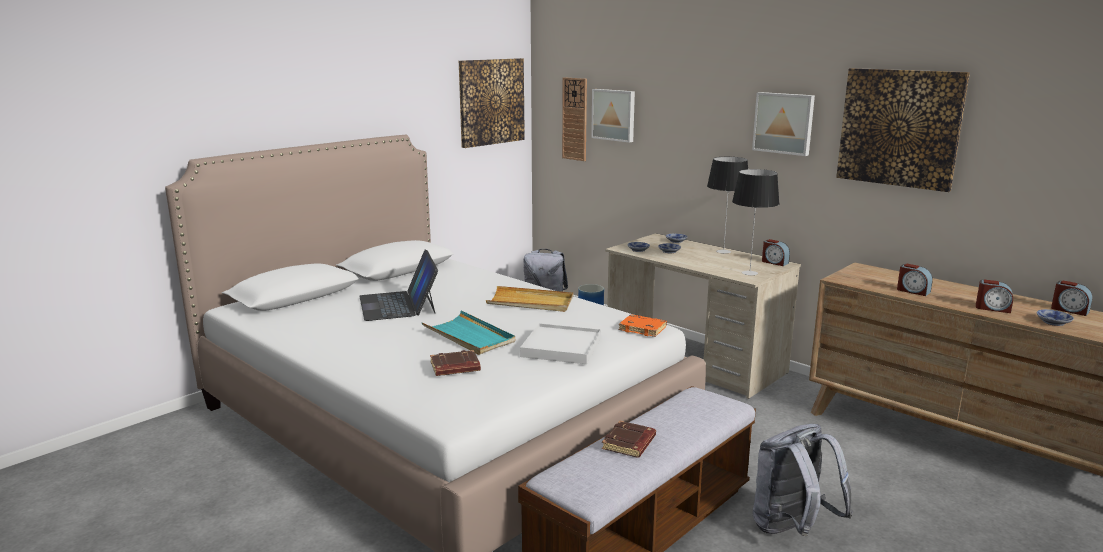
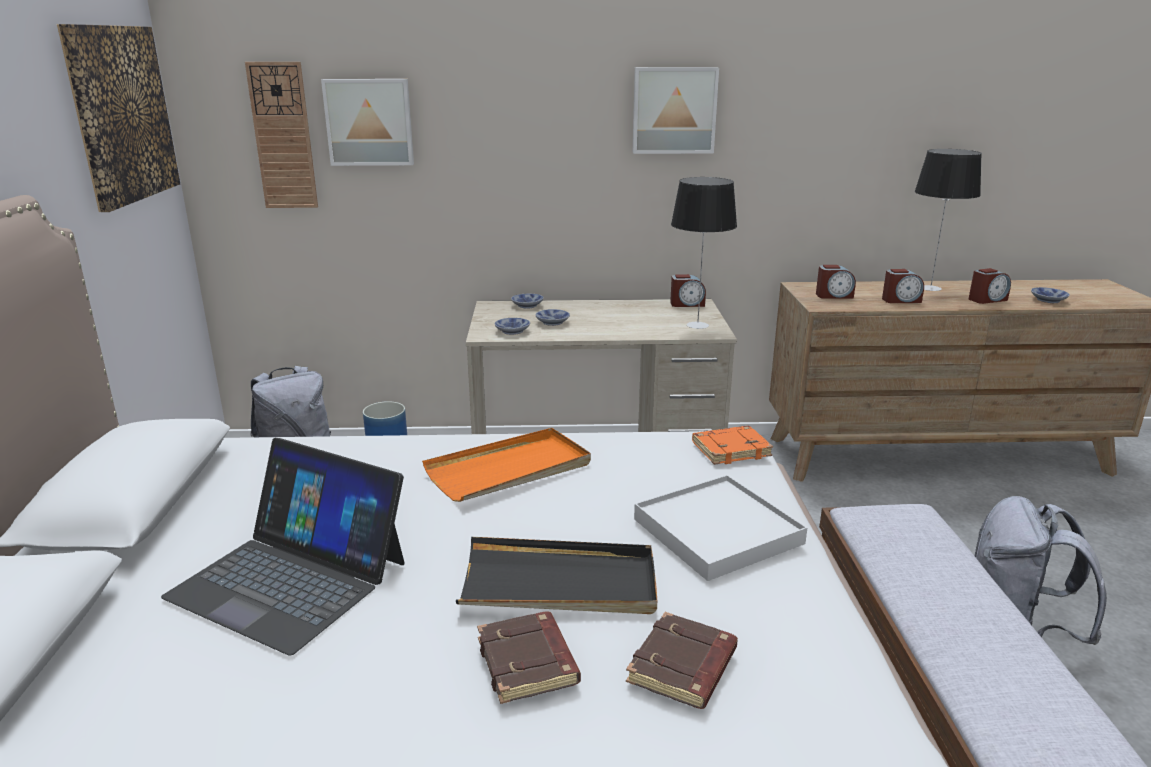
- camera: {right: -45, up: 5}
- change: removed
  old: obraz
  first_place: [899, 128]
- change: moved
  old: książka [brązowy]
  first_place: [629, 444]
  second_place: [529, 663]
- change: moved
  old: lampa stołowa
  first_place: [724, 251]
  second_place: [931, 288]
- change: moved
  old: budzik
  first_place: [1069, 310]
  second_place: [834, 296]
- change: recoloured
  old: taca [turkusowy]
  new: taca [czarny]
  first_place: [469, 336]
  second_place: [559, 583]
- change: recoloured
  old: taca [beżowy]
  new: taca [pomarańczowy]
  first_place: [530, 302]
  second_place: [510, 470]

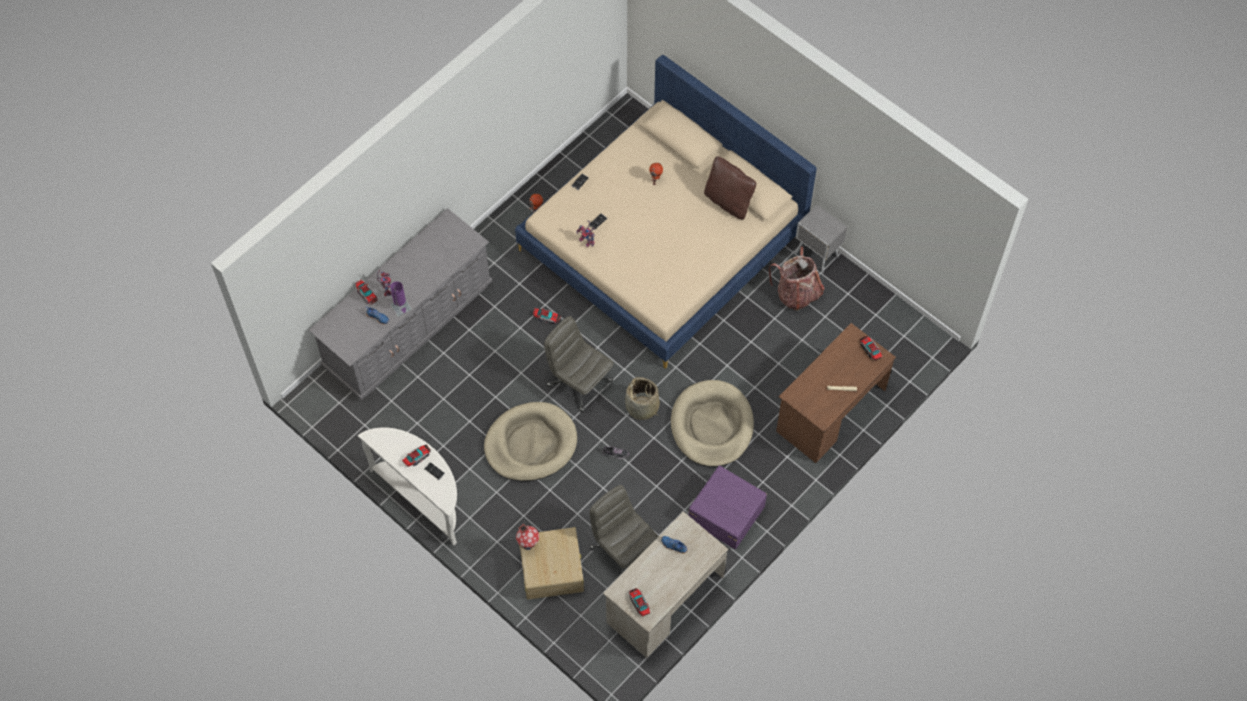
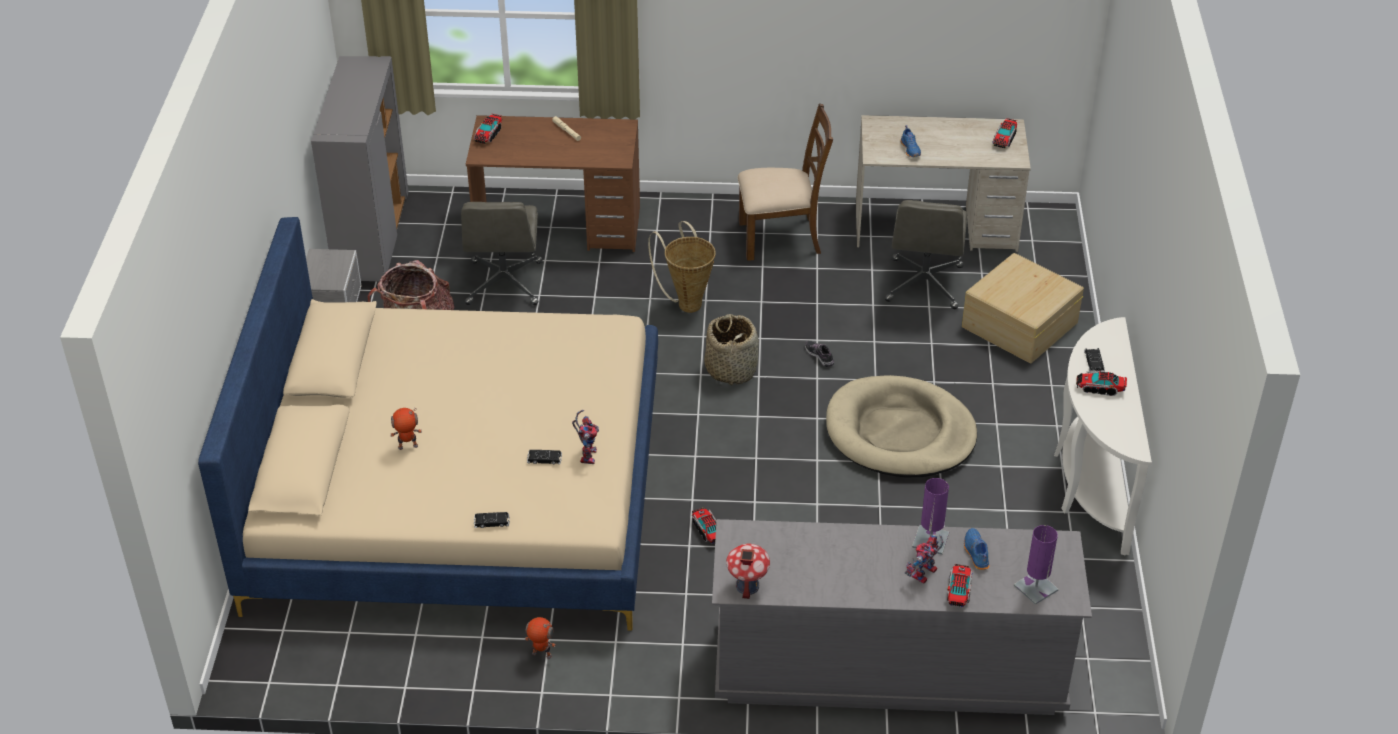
- camera: {right: -130, up: -20}
- change: removed
  old: poduszka [brązowy]
  first_place: [728, 201]
- change: added
  new: szafka [szary]
  second_place: [371, 237]
- change: added
  new: lampa stołowa [fioletowy]
  second_place: [1035, 588]
- change: moved
  old: domek
  first_place: [528, 544]
  second_place: [747, 586]
- change: moved
  old: krzesło biurowe [szary]
  first_place: [579, 383]
  second_place: [504, 284]
- change: replaced
  old: legowisko [beżowy]
  new: koszyk
  first_place: [712, 426]
  second_place: [687, 302]
- change: replaced
  old: pojemnik do przechowywania [fioletowy]
  new: krzesło [brązowy]
  first_place: [726, 512]
  second_place: [781, 238]

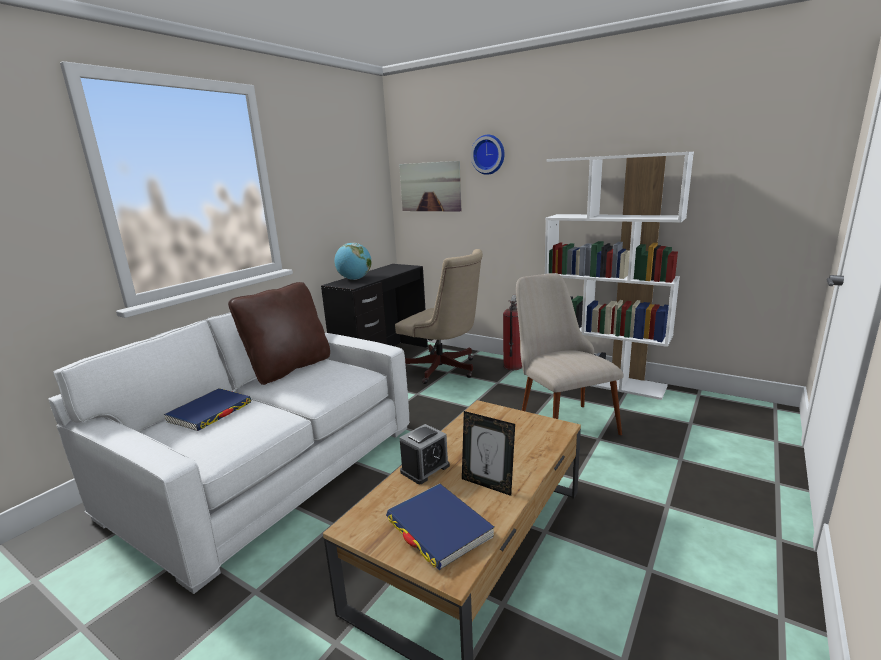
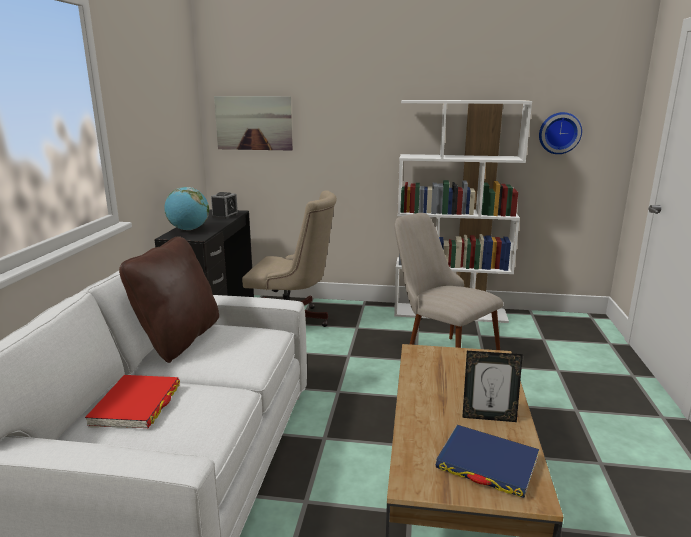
- camera: {right: -25, up: 0}
- change: removed
  old: gaśnica
  first_place: [512, 366]
- change: moved
  old: budzik
  first_place: [425, 469]
  second_place: [225, 215]
- change: moved
  old: zegar ścienny
  first_place: [488, 154]
  second_place: [559, 133]
- change: recoloured
  old: książka [niebieski]
  new: książka [czerwony]
  first_place: [210, 412]
  second_place: [136, 405]

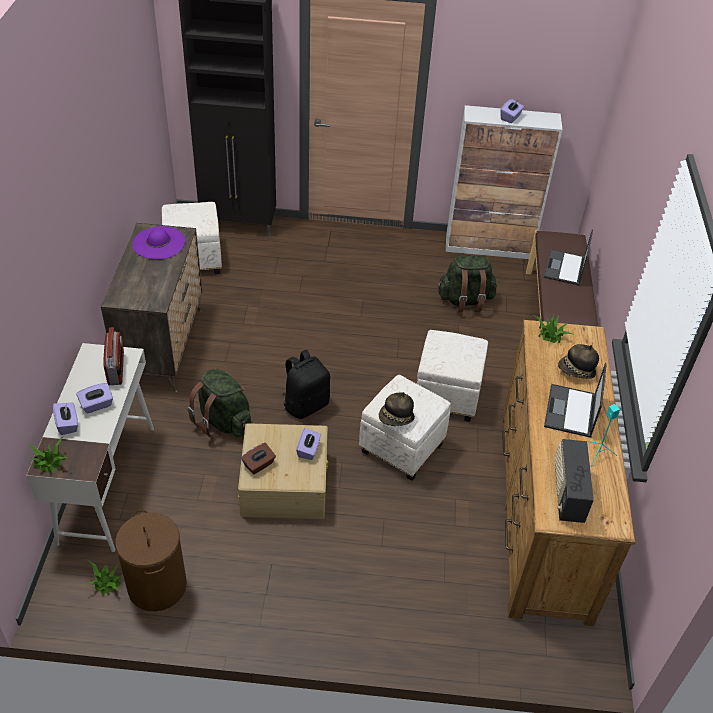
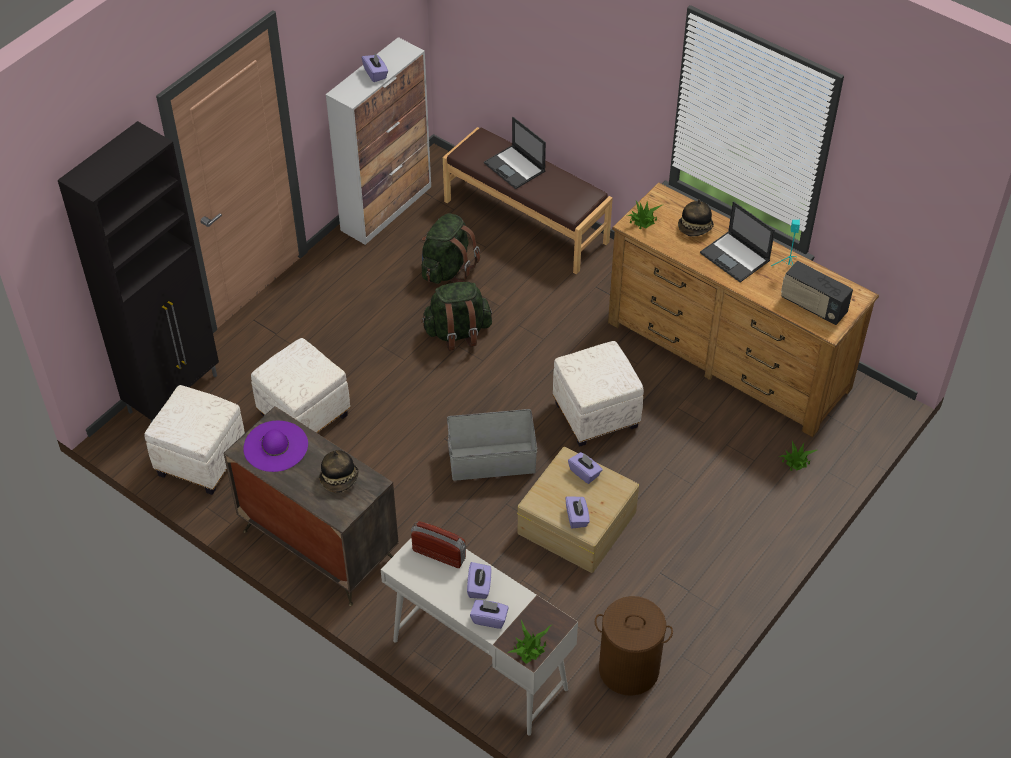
- camera: {right: -55, up: 5}
- change: moved
  old: roślina doniczkowa
  first_place: [106, 582]
  second_place: [795, 461]
- change: moved
  old: plecak [zielony]
  first_place: [223, 422]
  second_place: [457, 332]
- change: moved
  old: kapelusz
  first_place: [396, 418]
  second_place: [340, 479]
- change: moved
  old: pufa [biały]
  first_place: [447, 397]
  second_place: [305, 415]
- change: replaced
  old: plecak [czarny]
  new: pojemnik do przechowywania [szary]
  first_place: [306, 404]
  second_place: [491, 460]
- change: recoloured
  old: pudełko chusteczek [brązowy]
  new: pudełko chusteczek [fioletowy]
  first_place: [259, 465]
  second_place: [577, 517]

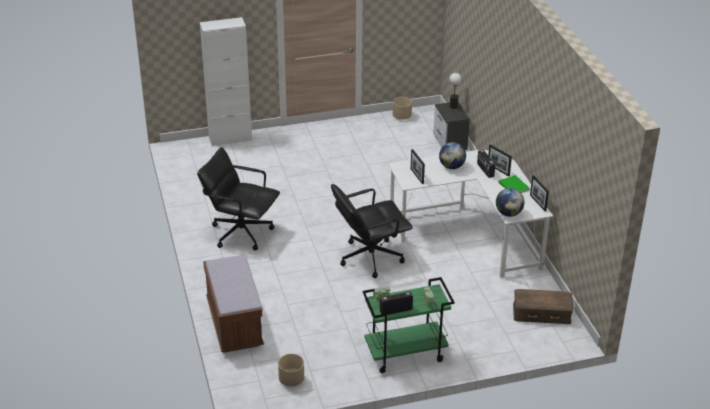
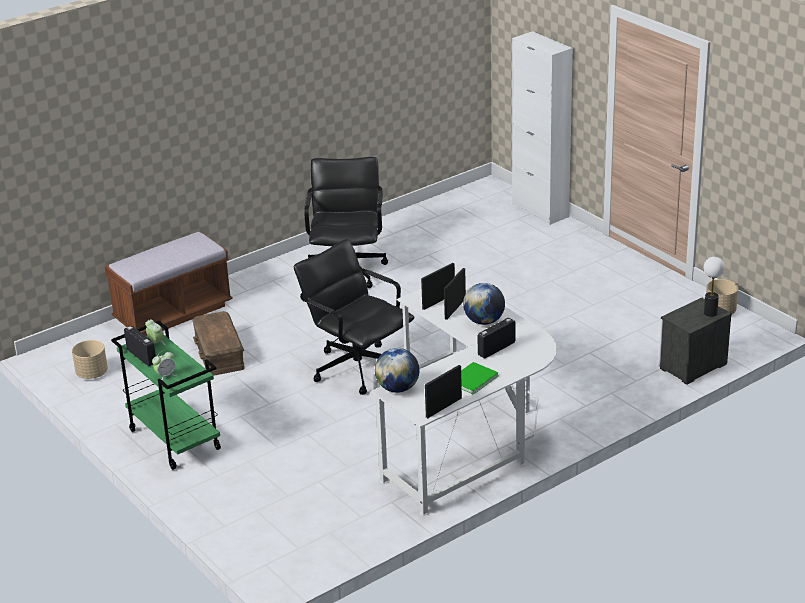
- camera: {right: 70, up: -5}
- change: moved
  old: ramka na zdjęcie
  first_place: [498, 170]
  second_place: [455, 309]
- change: moved
  old: pojemnik do przechowywania [brązowy]
  first_place: [541, 313]
  second_place: [218, 353]

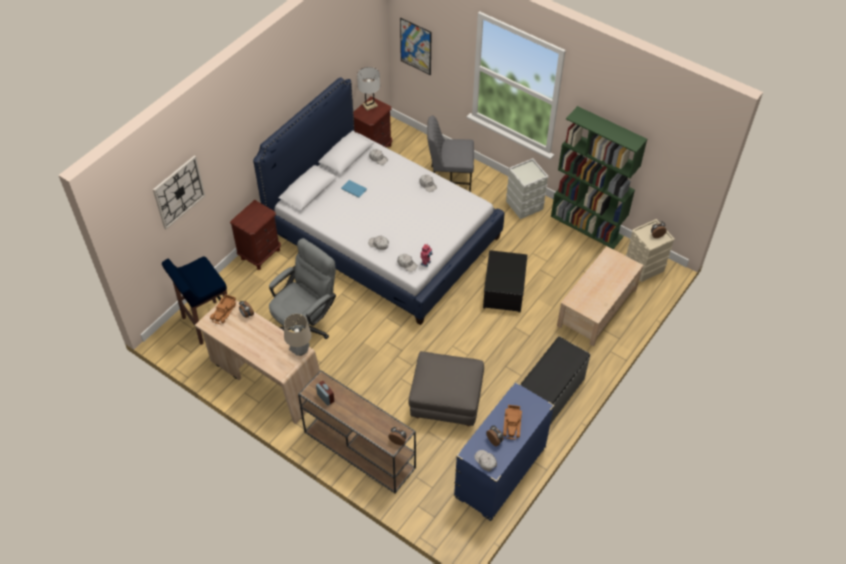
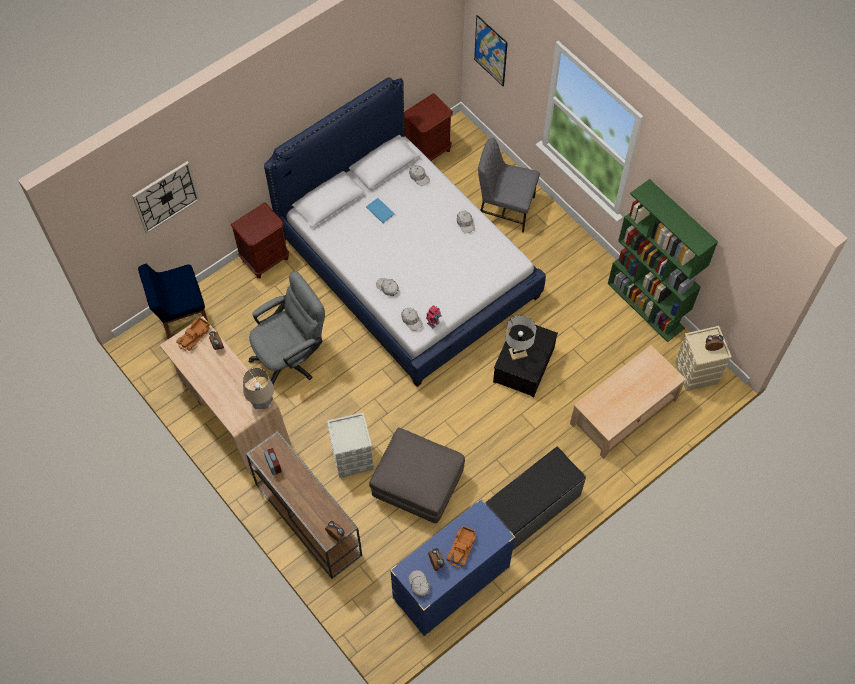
- camera: {right: 15, up: 10}
- change: moved
  old: lampa stołowa [biały]
  first_place: [370, 105]
  second_place: [518, 353]
- change: moved
  old: pojemnik do przechowywania [szary]
  first_place: [524, 205]
  second_place: [352, 457]

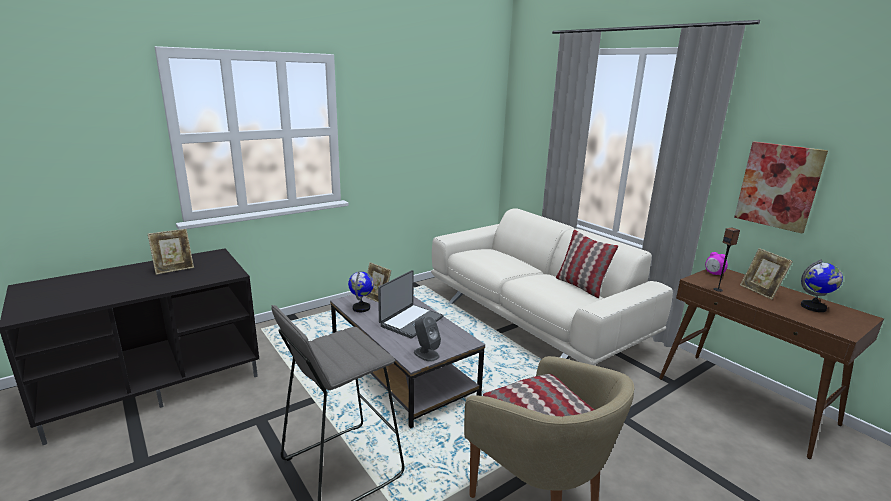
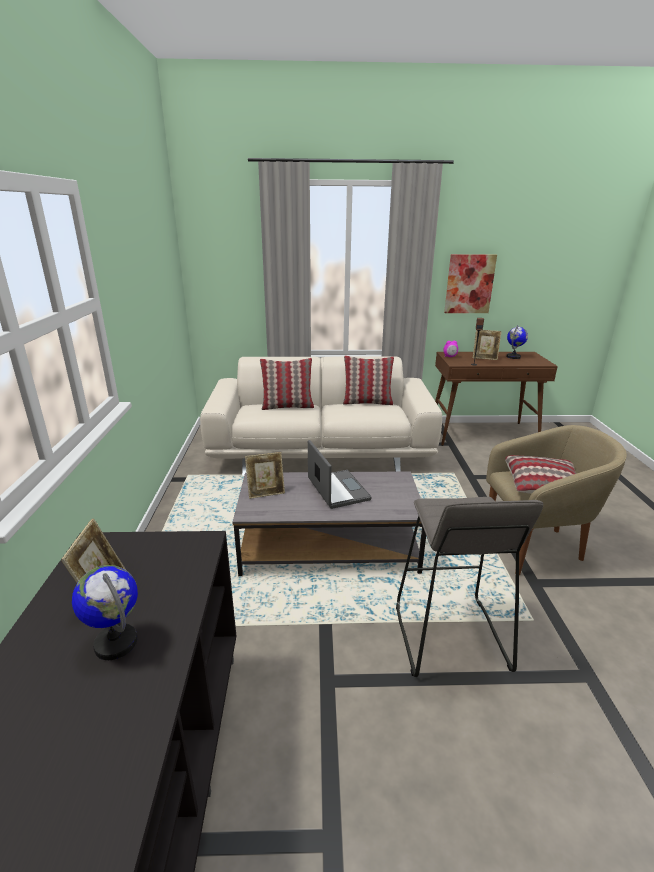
- camera: {right: -55, up: 5}
- change: removed
  old: głośnik [szary]
  first_place: [426, 354]
- change: added
  new: poduszka
  second_place: [287, 406]
- change: moved
  old: globus
  first_place: [361, 308]
  second_place: [116, 642]

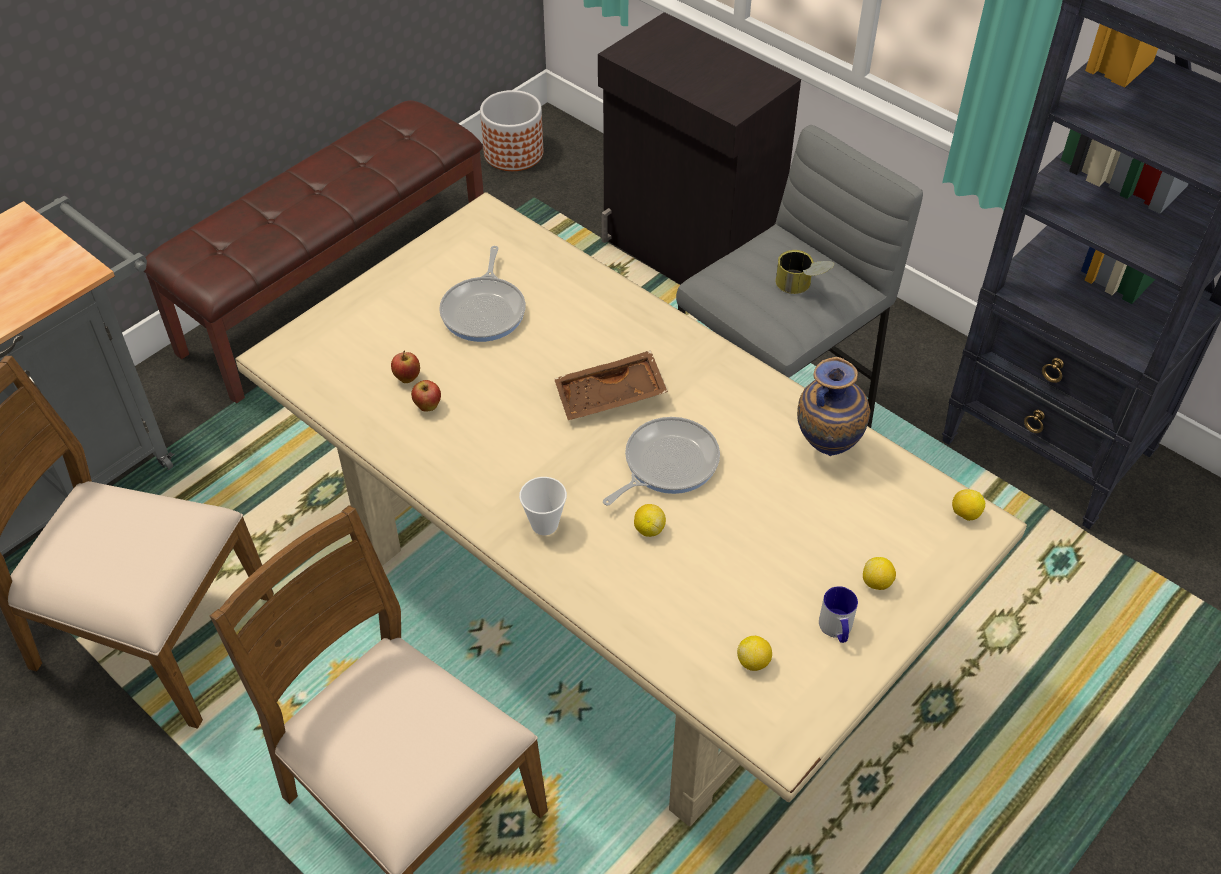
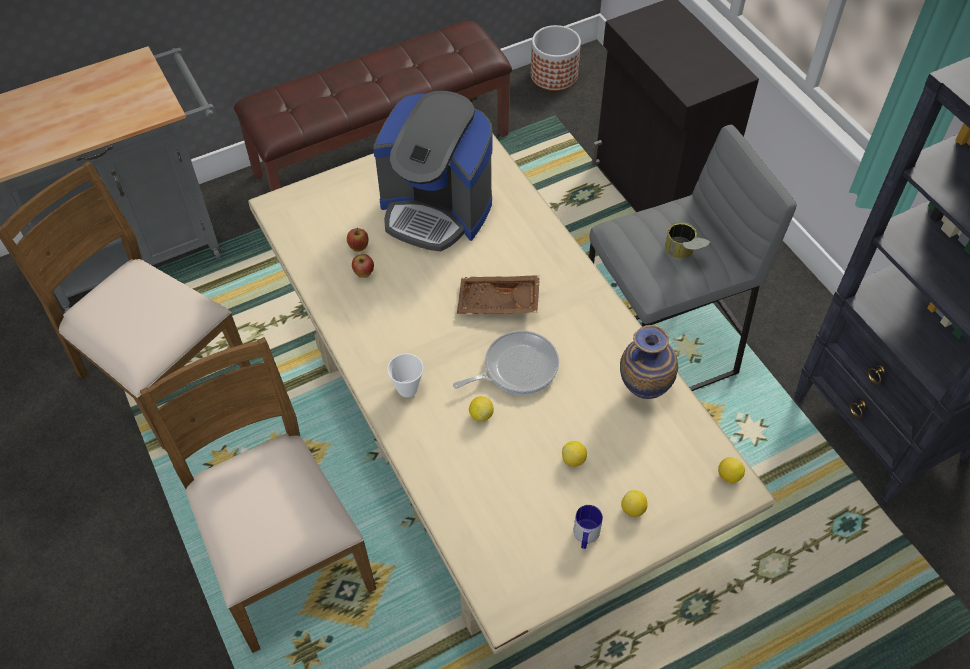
- camera: {right: 20, up: 5}
- change: moved
  old: cytryna
  first_place: [753, 662]
  second_place: [573, 460]
- change: replaced
  old: patelnia
  new: ekspres do kawy
  first_place: [485, 310]
  second_place: [436, 209]

